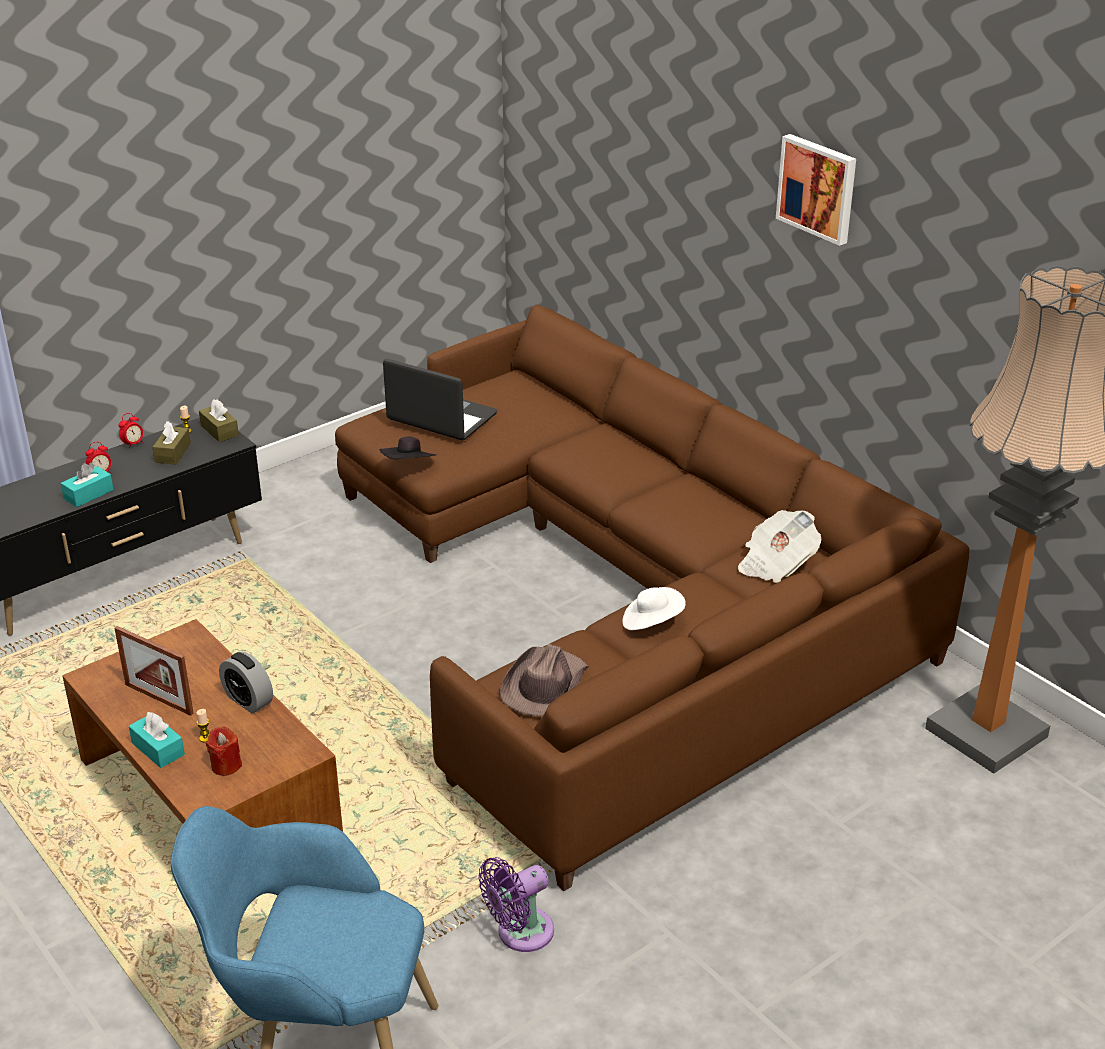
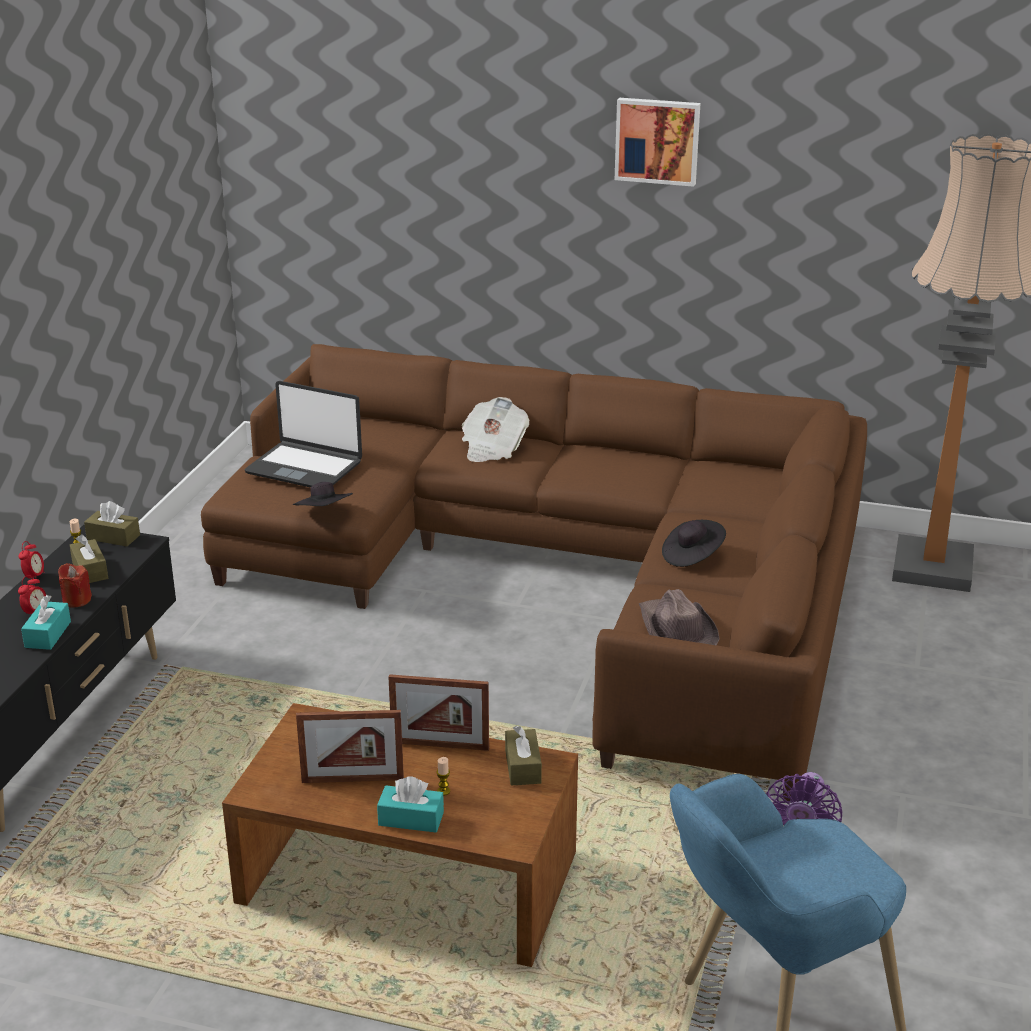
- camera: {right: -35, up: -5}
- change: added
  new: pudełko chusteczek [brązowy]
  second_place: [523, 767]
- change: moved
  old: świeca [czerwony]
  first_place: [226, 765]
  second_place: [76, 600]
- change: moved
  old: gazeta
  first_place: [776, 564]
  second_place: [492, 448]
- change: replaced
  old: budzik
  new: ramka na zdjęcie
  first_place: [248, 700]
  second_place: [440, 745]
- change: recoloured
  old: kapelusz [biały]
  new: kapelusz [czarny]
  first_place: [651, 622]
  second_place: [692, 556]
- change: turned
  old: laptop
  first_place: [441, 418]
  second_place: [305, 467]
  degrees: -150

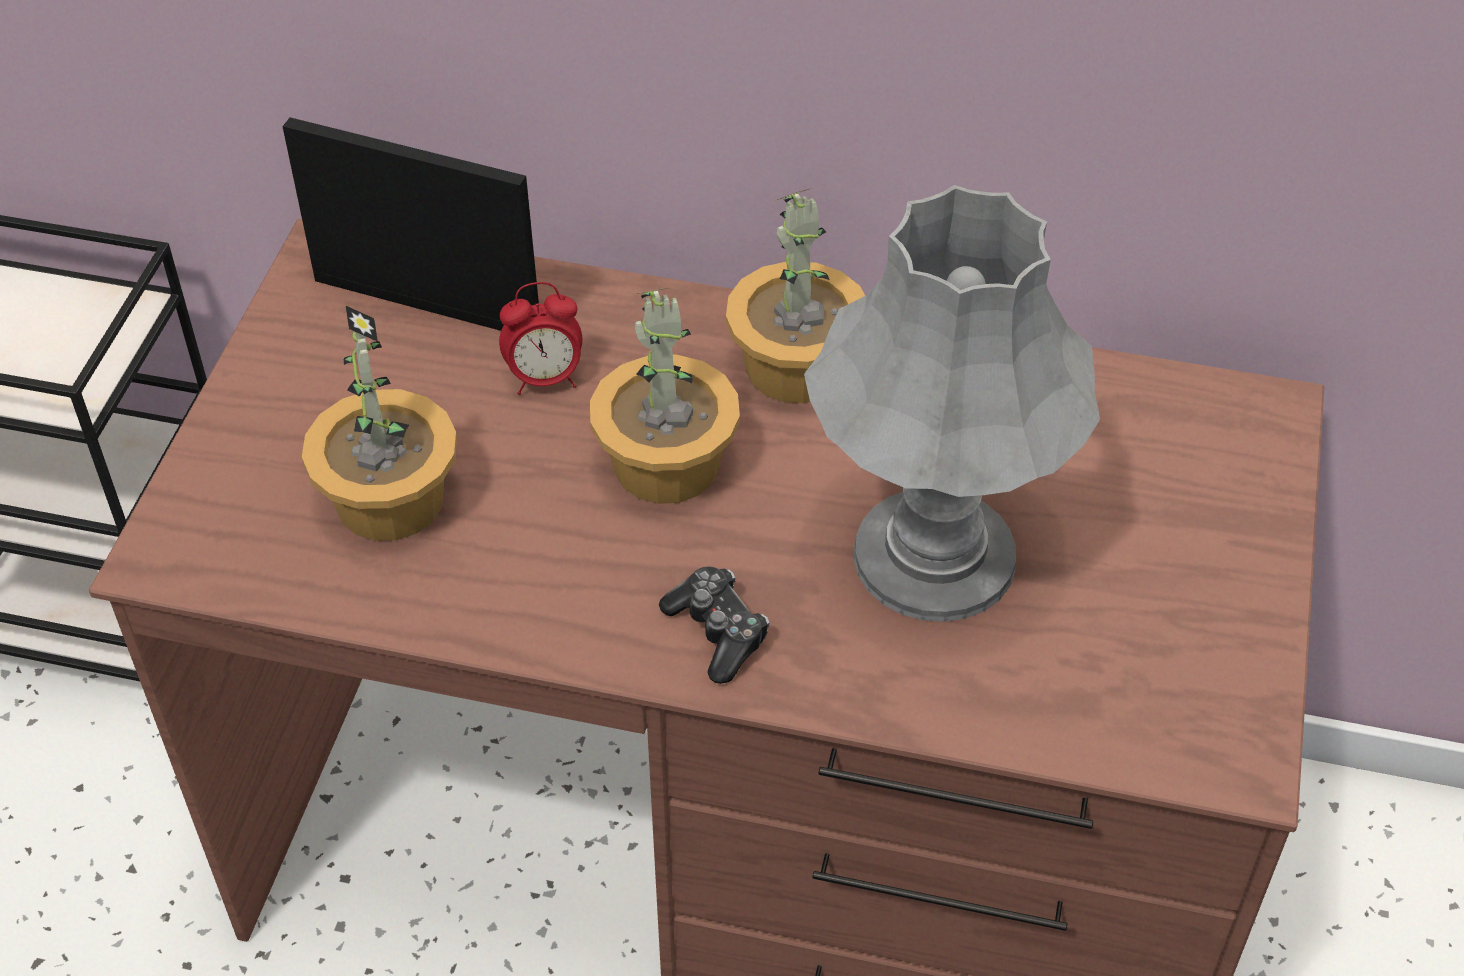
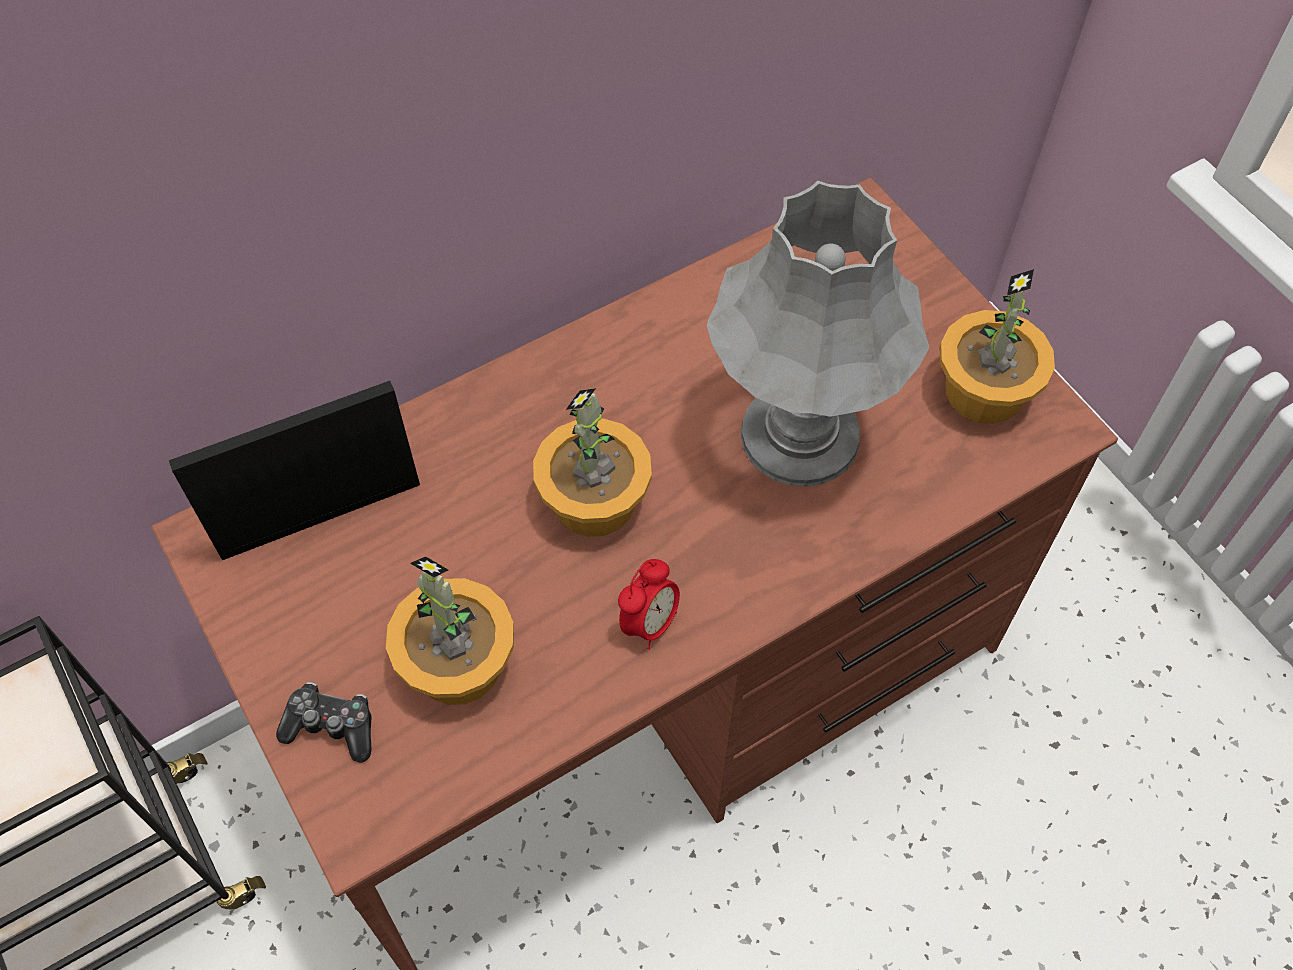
- camera: {right: -45, up: 10}
- change: moved
  old: budzik
  first_place: [545, 379]
  second_place: [649, 623]
- change: moved
  old: pad do gier
  first_place: [717, 632]
  second_place: [332, 726]
- change: moved
  old: roślina doniczkowa
  first_place: [797, 368]
  second_place: [985, 391]

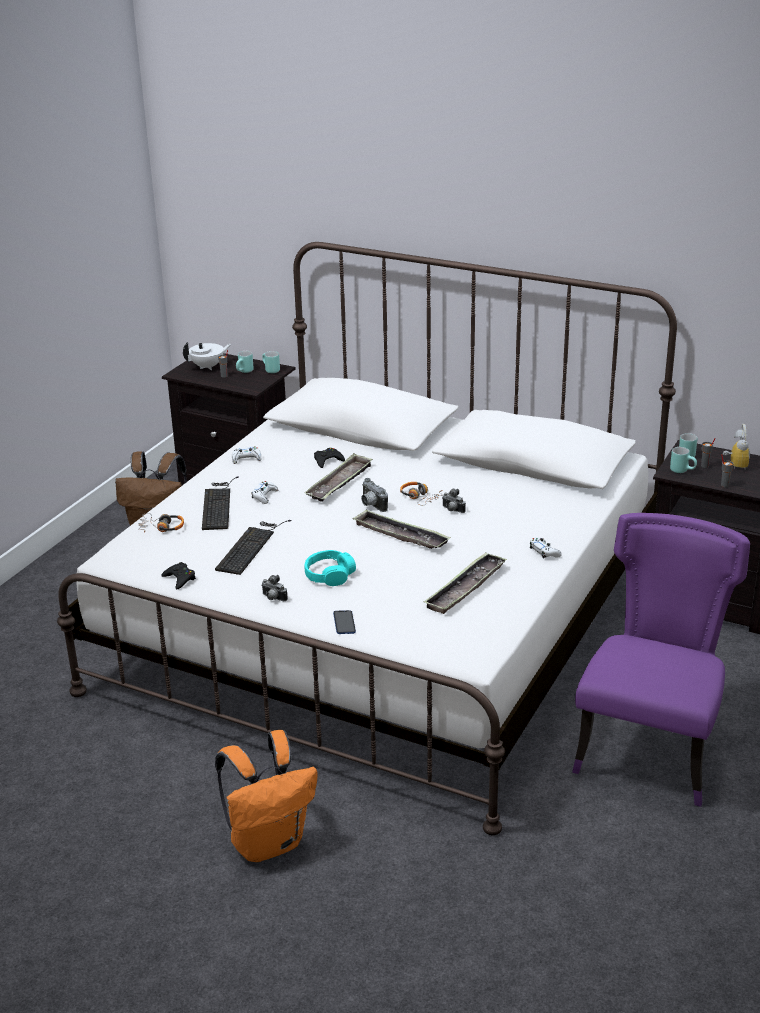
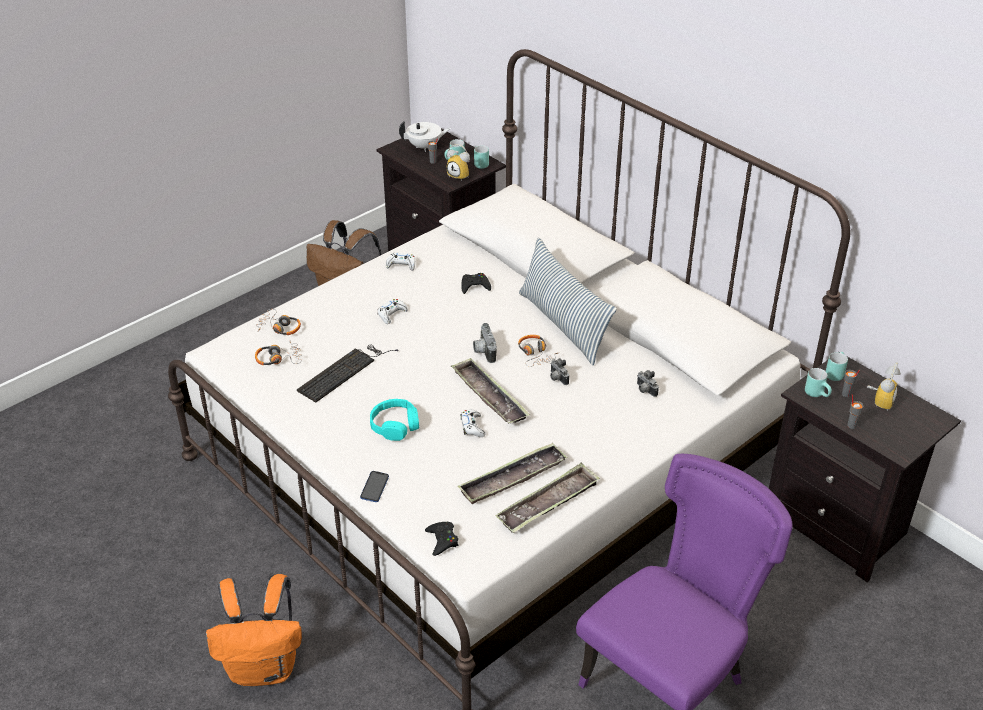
- camera: {right: 20, up: 10}
- change: removed
  old: klawiatura
  first_place: [218, 504]
- change: added
  new: słuchawki
  second_place: [279, 358]
- change: added
  new: budzik
  second_place: [460, 175]
- change: added
  new: poduszka
  second_place: [563, 325]
- change: moved
  old: pad do gier [czarny]
  first_place: [180, 579]
  second_place: [442, 540]
- change: moved
  old: aparat fotograficzny
  first_place: [273, 598]
  second_place: [645, 390]
- change: moved
  old: taca
  first_place: [339, 483]
  second_place: [548, 503]
- change: moved
  old: pad do gier [biały]
  first_place: [544, 552]
  second_place: [472, 427]

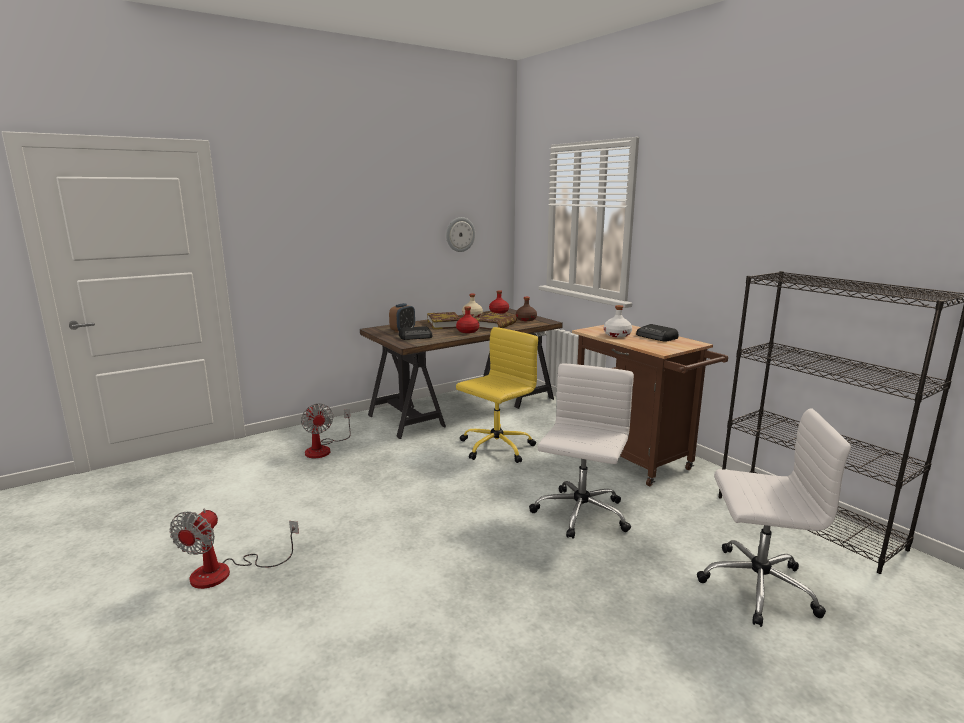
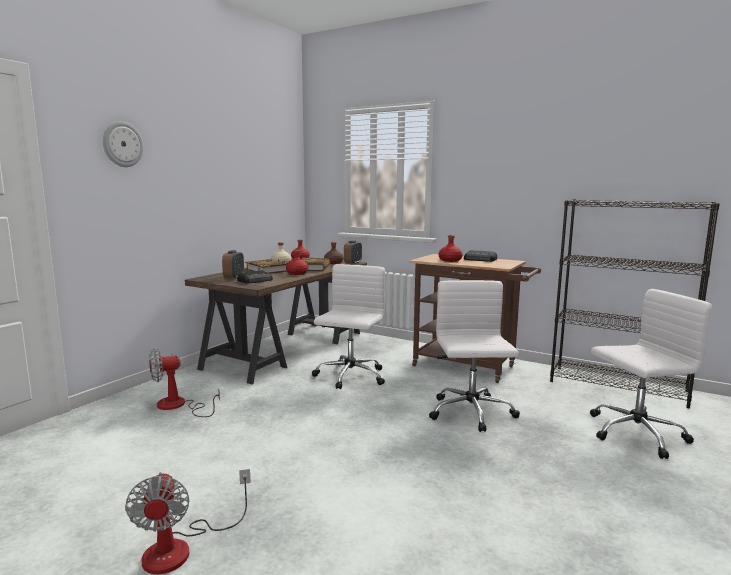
- camera: {right: -25, up: -5}
- change: added
  new: budzik
  second_place: [353, 263]
- change: moved
  old: zegar ścienny
  first_place: [460, 234]
  second_place: [122, 144]
- change: recoloured
  old: krzesło biurowe [żółty]
  new: krzesło biurowe [biały]
  first_place: [495, 448]
  second_place: [350, 376]
- change: recoloured
  old: butelka [biały]
  new: butelka [czerwony]
  first_place: [617, 335]
  second_place: [450, 260]
- change: turned
  old: wentylator
  first_place: [323, 449]
  second_place: [178, 406]
  degrees: 120

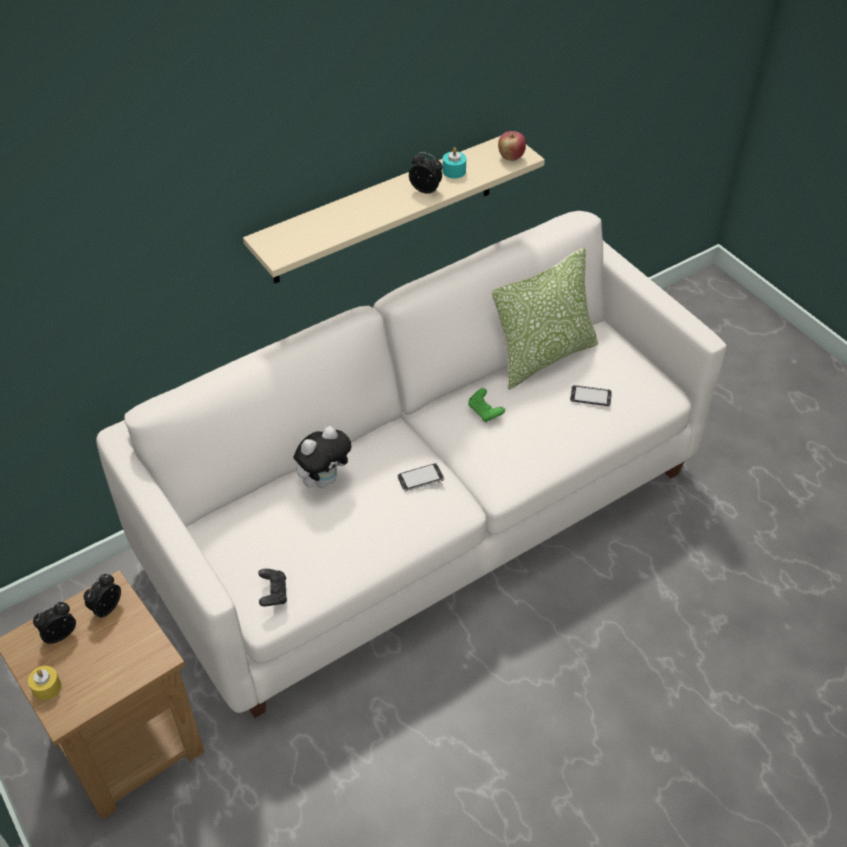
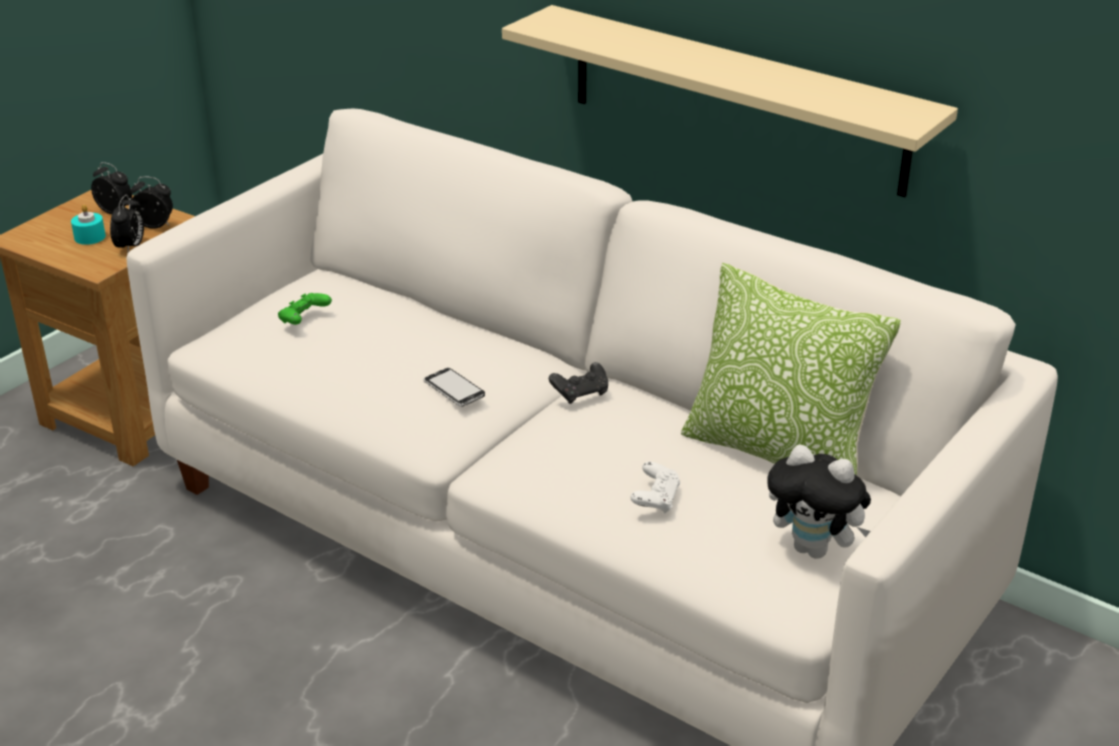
- camera: {right: 70, up: -15}
- change: removed
  old: świeca [żółty]
  first_place: [47, 687]
- change: removed
  old: jabłko
  first_place: [511, 157]
- change: removed
  old: telefon
  first_place: [590, 396]
- change: added
  new: pad do gier [biały]
  second_place: [655, 499]
- change: moved
  old: pad do gier [czarny]
  first_place: [273, 593]
  second_place: [580, 393]
- change: moved
  old: pluszak
  first_place: [324, 479]
  second_place: [815, 549]
- change: moved
  old: budzik
  first_place: [426, 190]
  second_place: [131, 247]
- change: moved
  old: świeca [turkusowy]
  first_place: [454, 171]
  second_place: [90, 237]
- change: moved
  old: pad do gier [zielony]
  first_place: [485, 412]
  second_place: [304, 319]

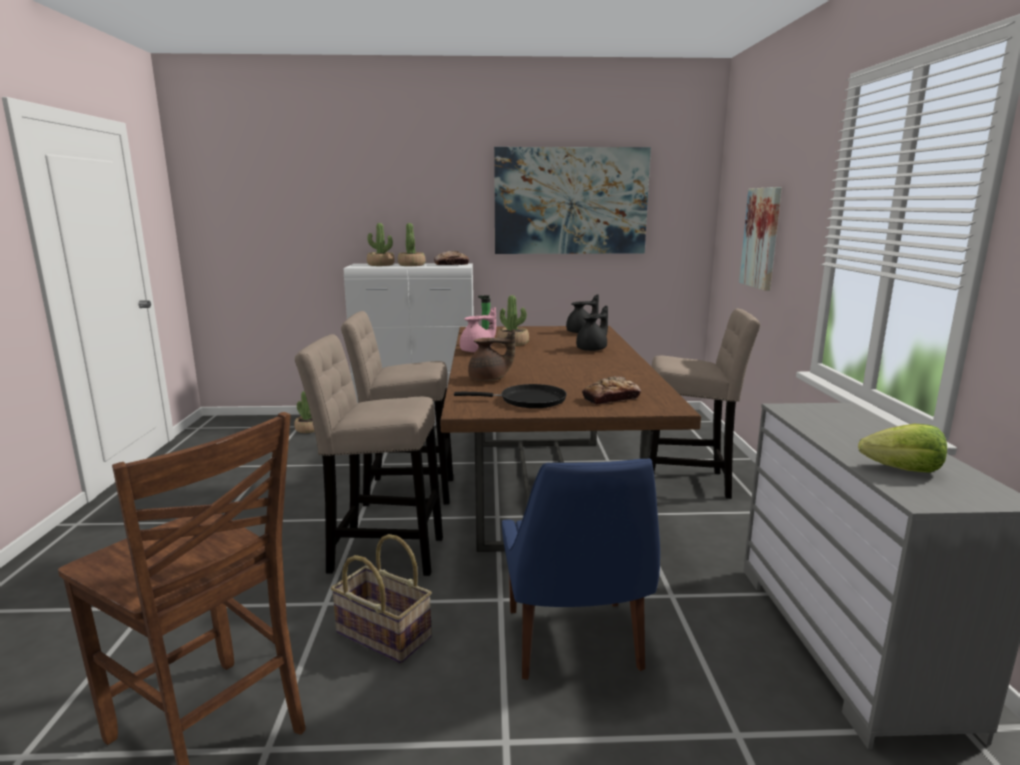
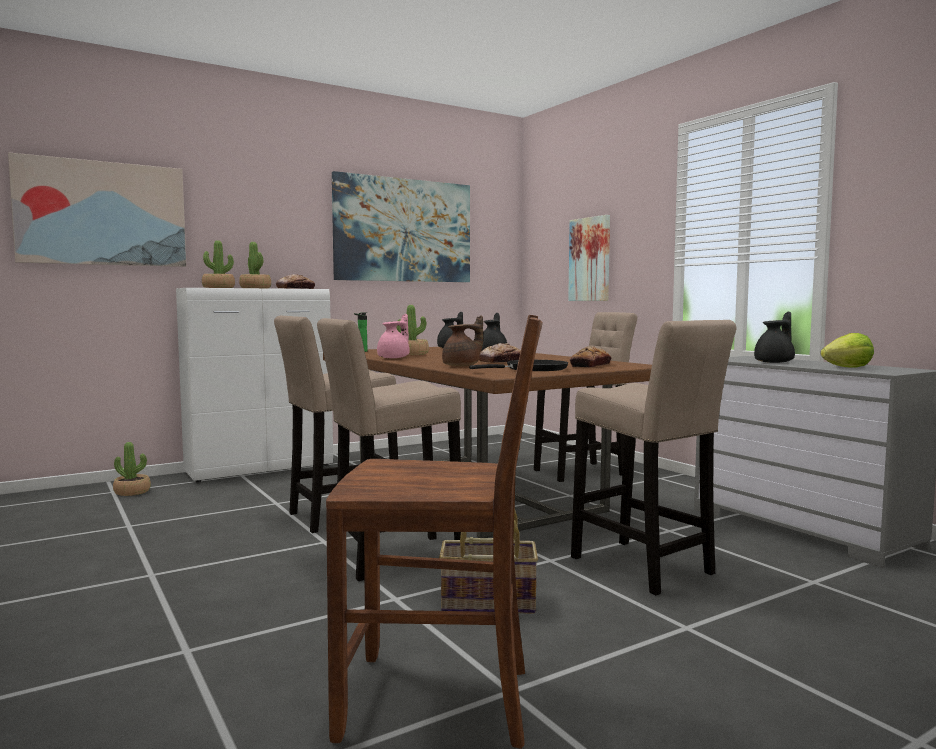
- camera: {right: -30, up: -10}
- change: added
  new: obraz
  second_place: [102, 213]
- change: added
  new: chleb
  second_place: [501, 361]
- change: added
  new: imbryk [czarny]
  second_place: [775, 362]
- change: replaced
  old: krzesło [niebieski]
  new: stołek [beżowy]
  first_place: [574, 643]
  second_place: [645, 568]

